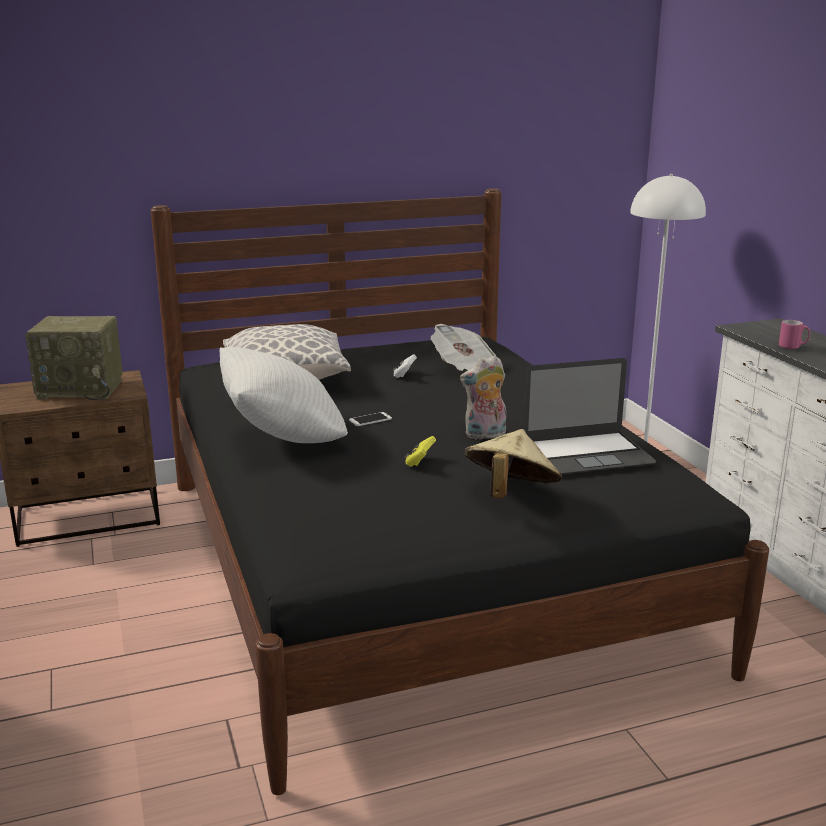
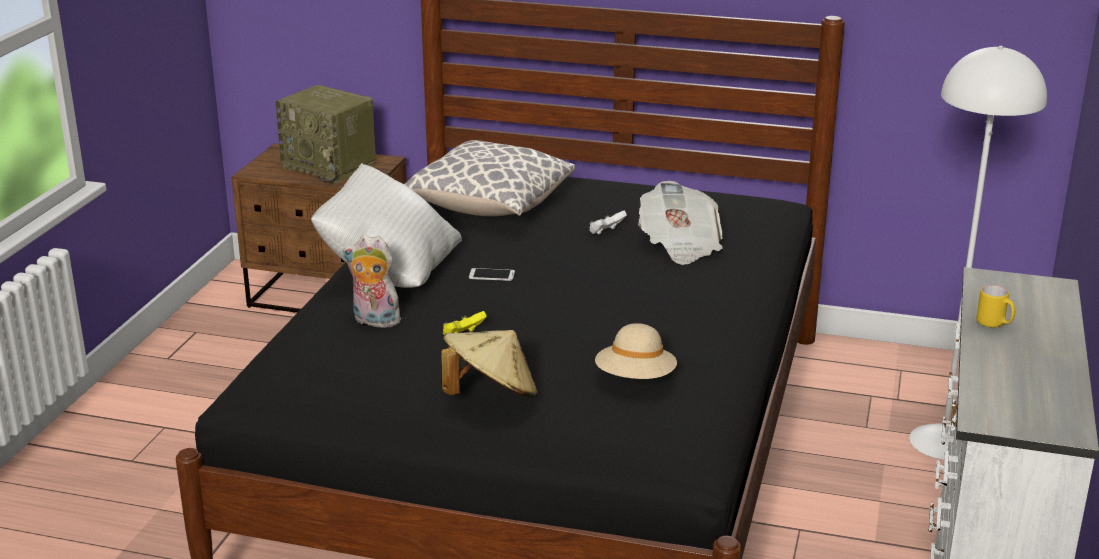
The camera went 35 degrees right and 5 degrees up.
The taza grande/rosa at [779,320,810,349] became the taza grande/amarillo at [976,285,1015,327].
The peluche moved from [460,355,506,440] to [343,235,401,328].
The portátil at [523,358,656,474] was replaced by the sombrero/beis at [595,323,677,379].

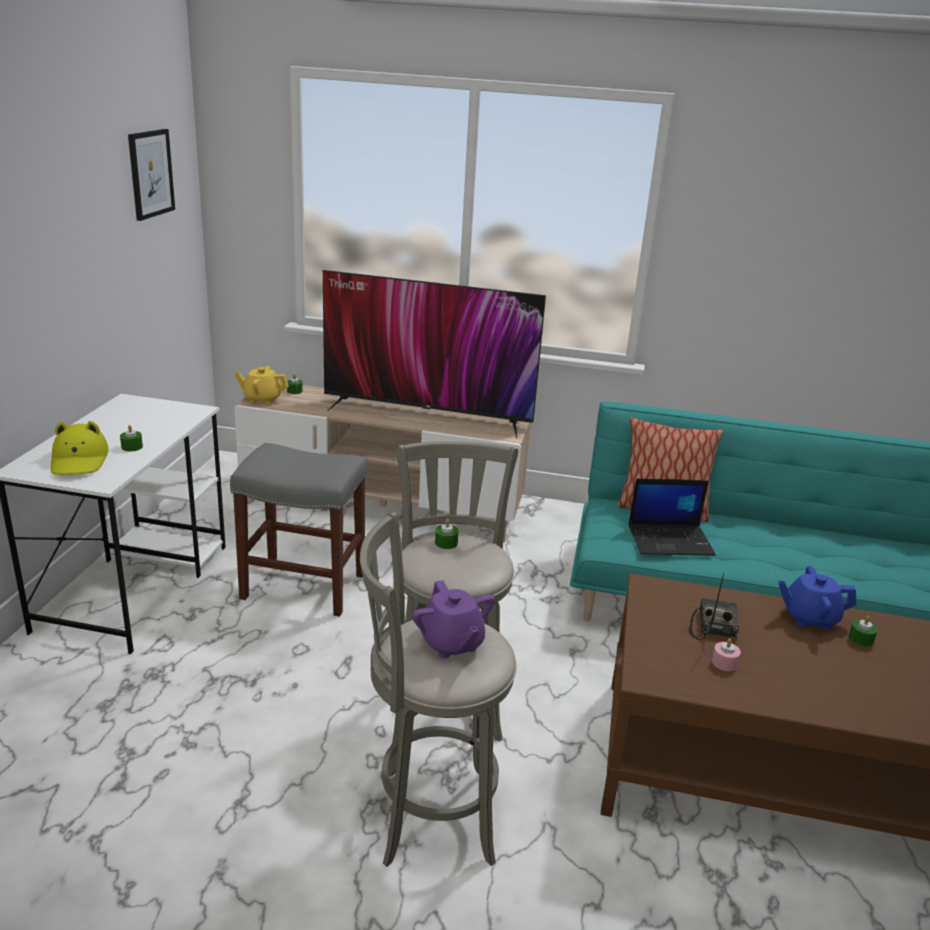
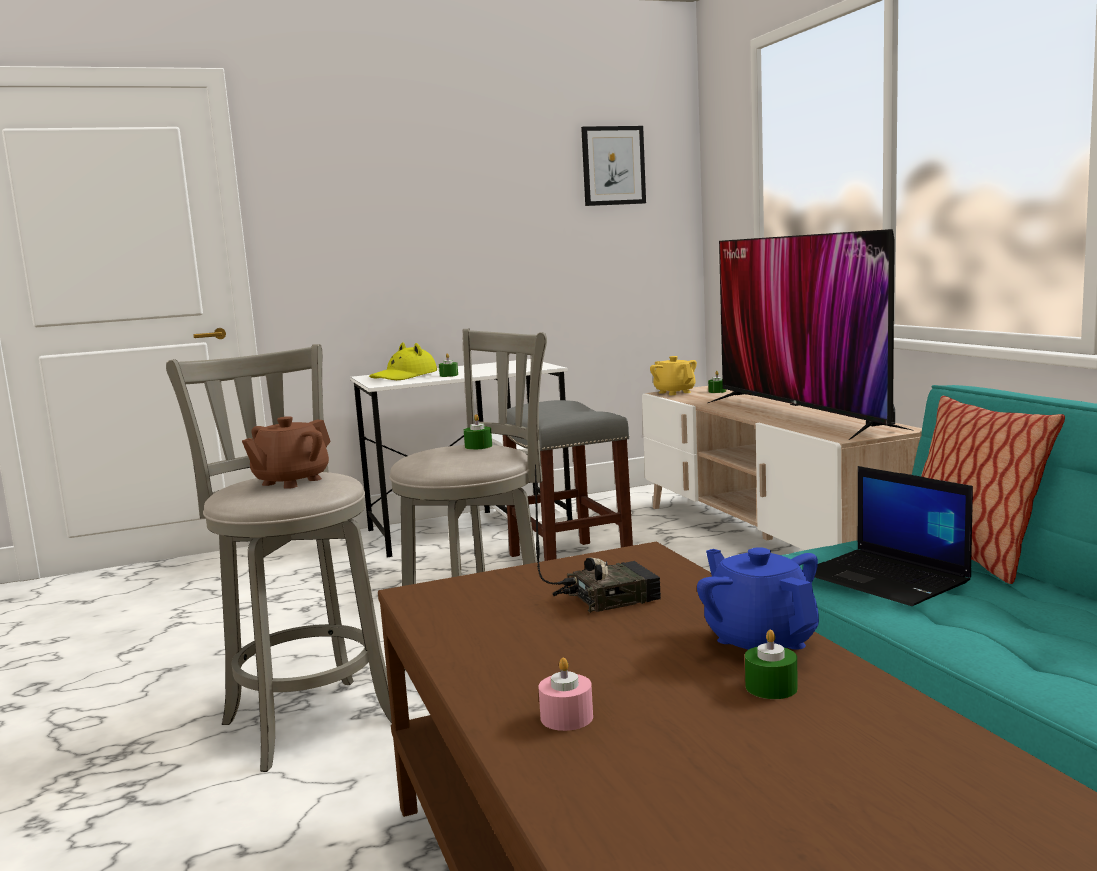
The camera went 60 degrees right and 15 degrees down.
The tetera/morado at [412,580,495,658] became the tetera/marrón at [242,416,331,489].
The vela/rosa moved from [712,638,741,671] to [538,658,593,731].

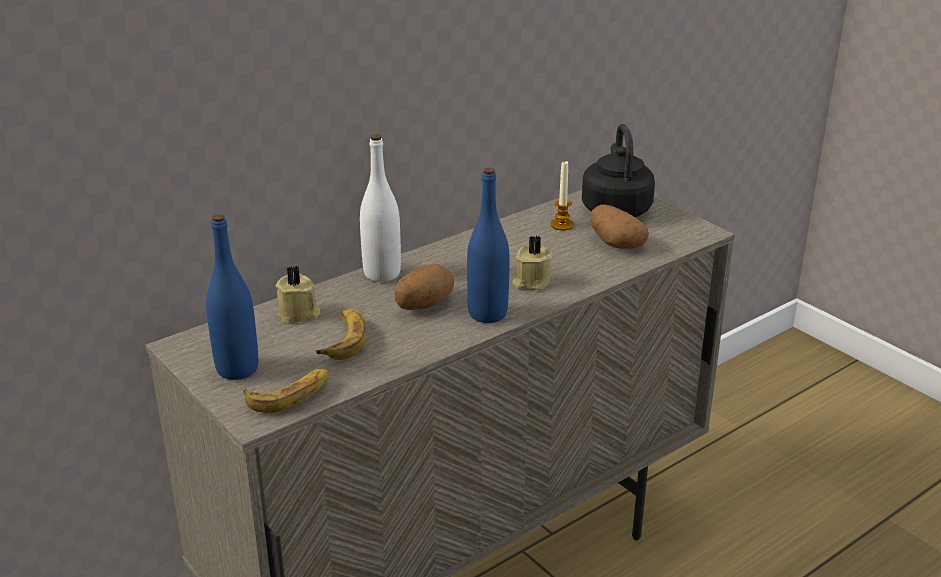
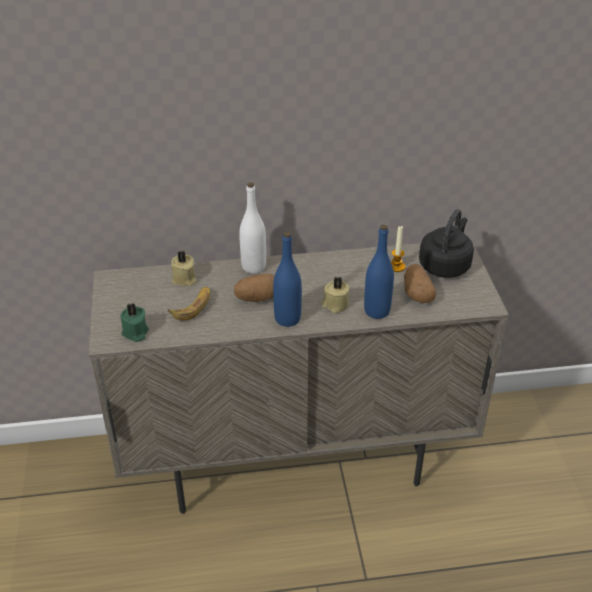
The camera went 30 degrees right and 10 degrees up.
The botella/azul moved from [206,214,258,380] to [364,225,394,319].
The plátano at [243,368,329,413] was replaced by the vela/verde at [120,303,149,342].

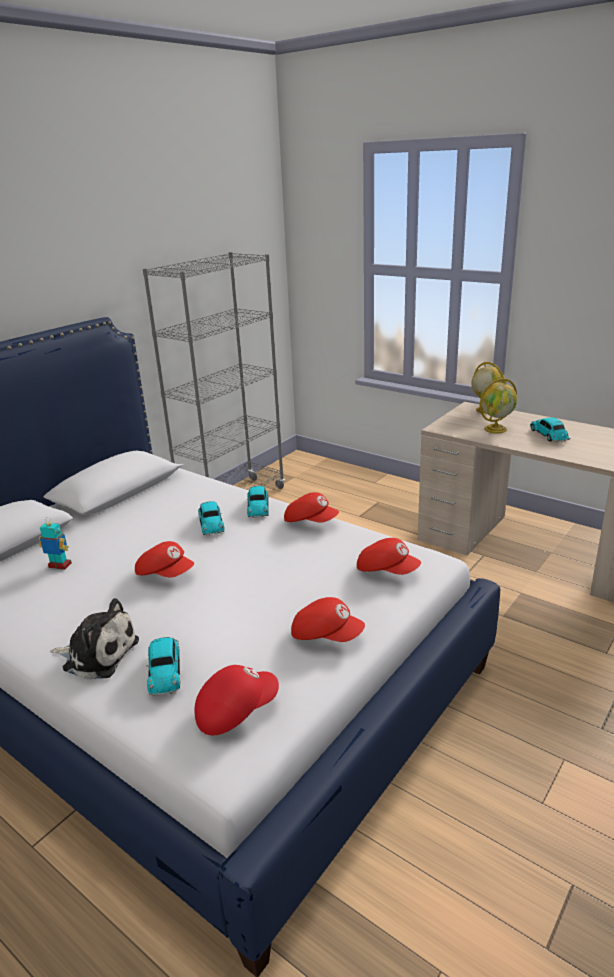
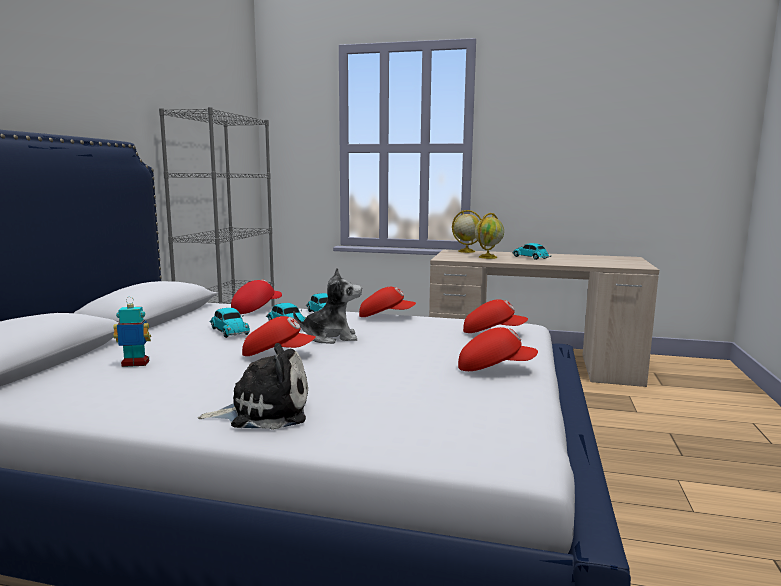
The camera went 25 degrees left and 15 degrees down.
The coche de juguete moved from [146,637,180,697] to [209,308,250,338].
The gorra/rojo moved from [195,665,279,735] to [231,279,282,314].
The peluche at [293,268,362,344] appeared.

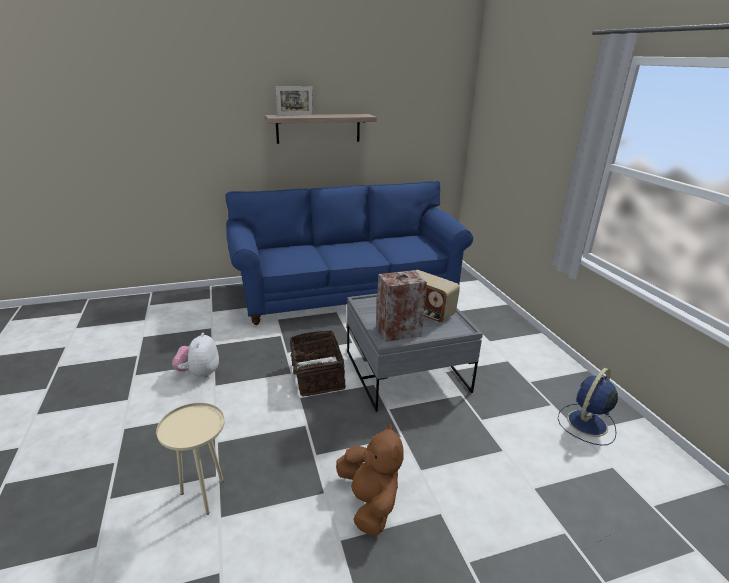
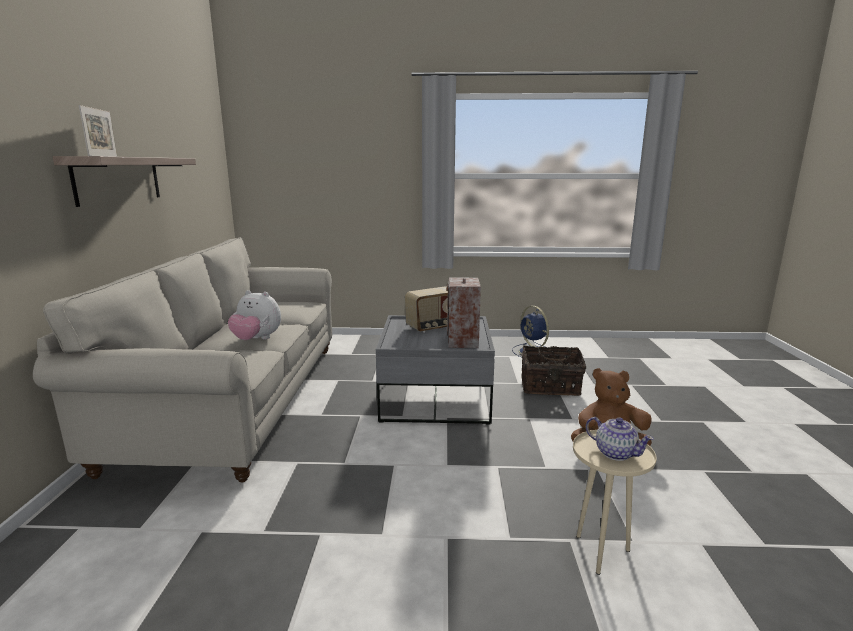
The camera went 70 degrees left and 10 degrees down.
The sofá/azul at [225,181,473,325] became the sofá/beis at [33,237,332,483].
The cesta moved from [282,331,346,396] to [521,345,586,396].
The peluche moved from [172,333,219,379] to [228,290,281,340].
The tetera at [586,417,654,461] appeared.

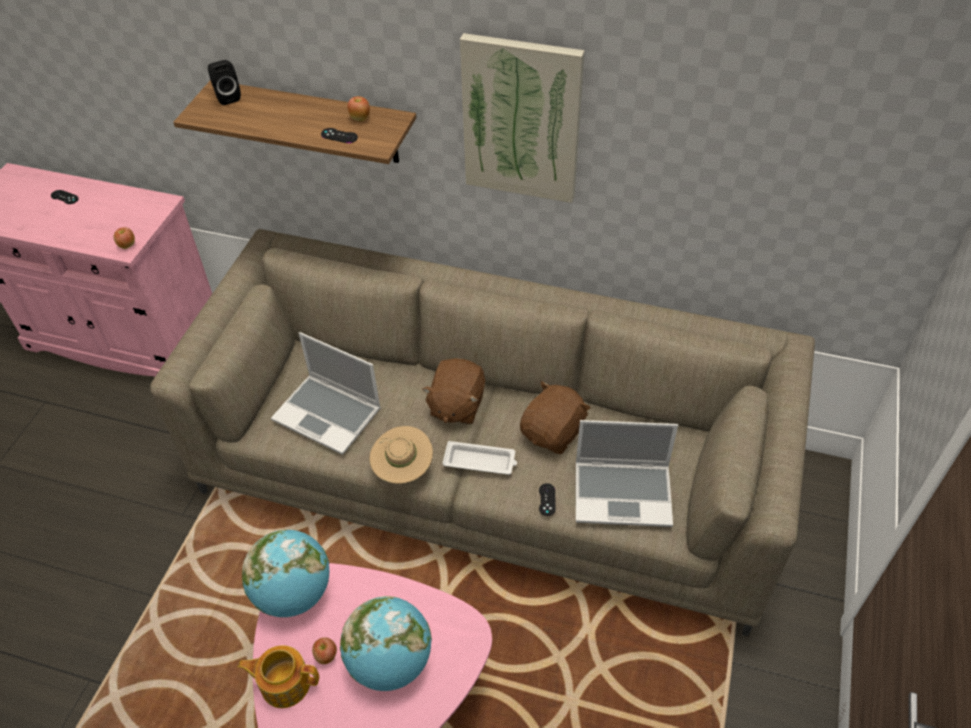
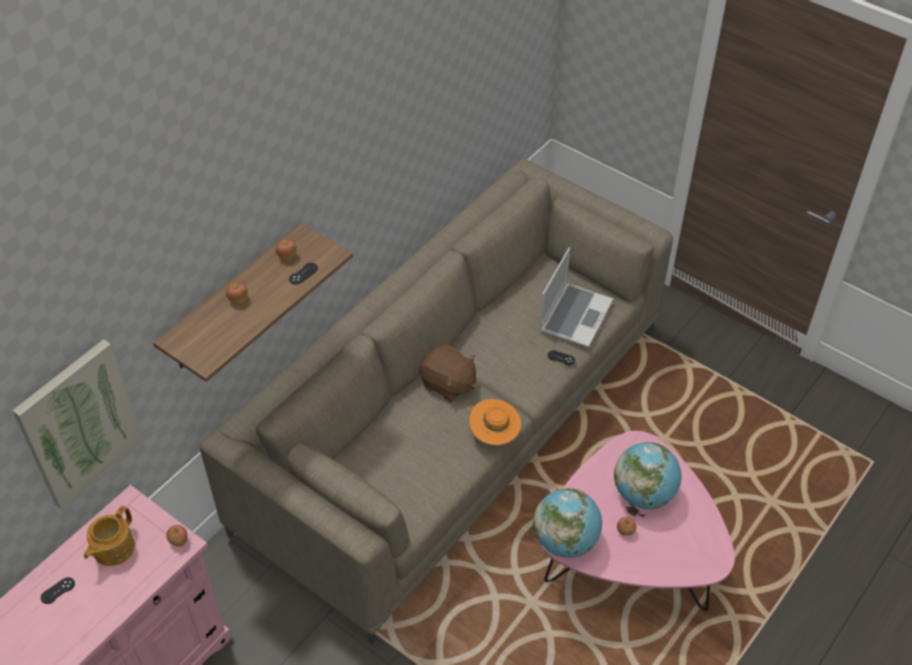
The camera went 70 degrees left and 0 degrees up.
The cuadro moved from [460,33,585,203] to [12,339,143,510].
The altavoz/negro at [208,60,241,105] disappeared.
The portátil at [271,332,381,455] disappeared.
The peluche/marrón at [520,381,591,454] disappeared.
The sombrero/beis at [369,426,433,484] became the sombrero/naranja at [469,399,521,445].
The bandeja/blanco at [443,441,517,475] disappeared.
The tetera moved from [238,645,319,708] to [84,505,135,566].
The manzana at [226,282,248,303] appeared.

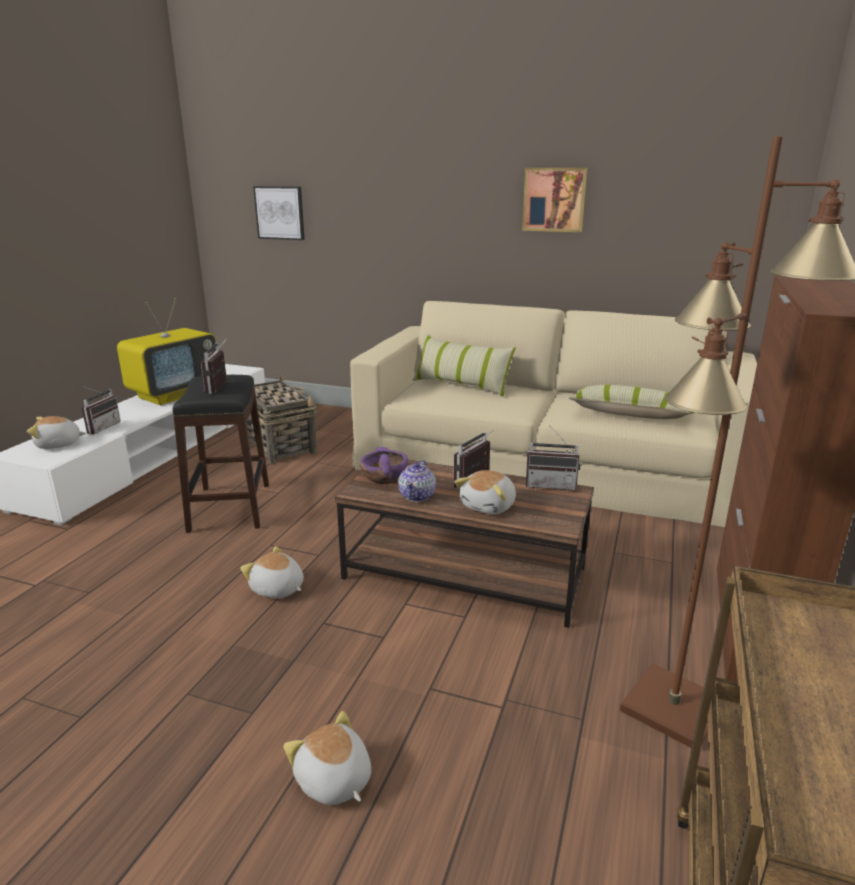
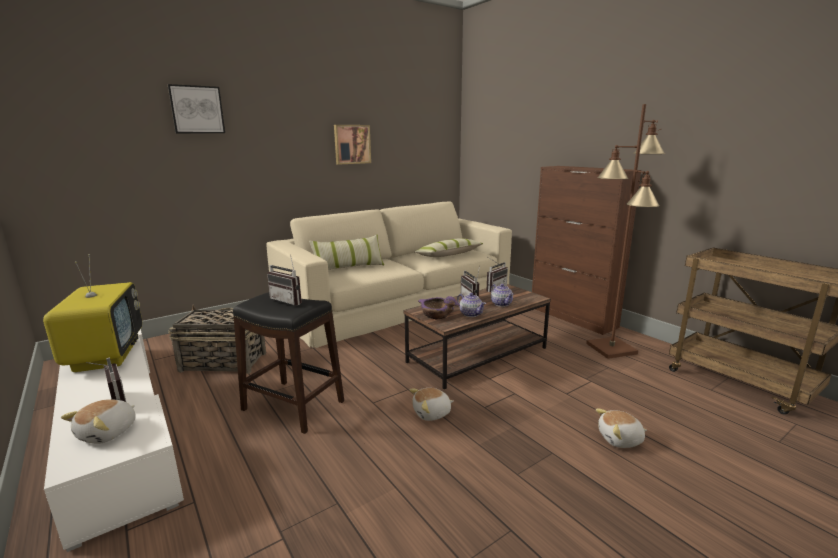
The camera went 55 degrees left and 5 degrees down.
The cuadro moved from [253,186,305,240] to [168,84,225,133].
The peluche at [454,470,516,514] was replaced by the tetera at [491,284,514,307].

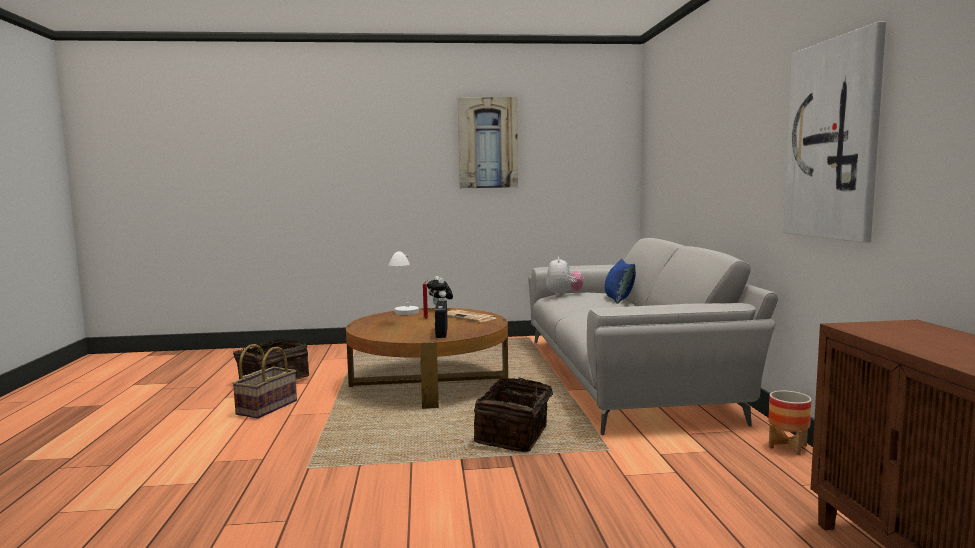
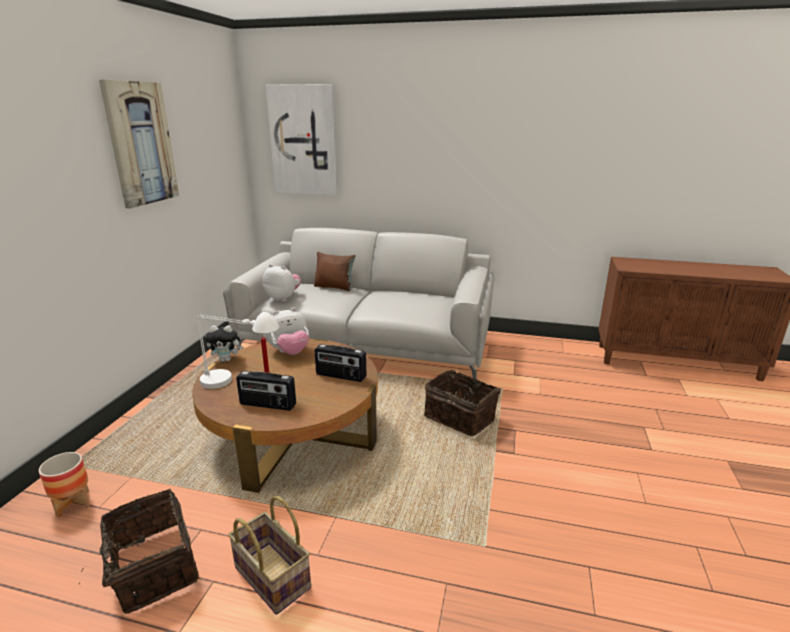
The camera went 70 degrees left and 15 degrees up.
The cuadro moved from [783,22,886,243] to [266,84,337,195].
The cojín/azul at [605,258,636,304] became the cojín/marrón at [314,252,356,291].
The periódico at [447,310,496,322] was replaced by the peluche at [265,308,309,355].
The maceta moved from [768,391,812,455] to [39,452,90,518].
The radio at [236,371,296,411] appeared.

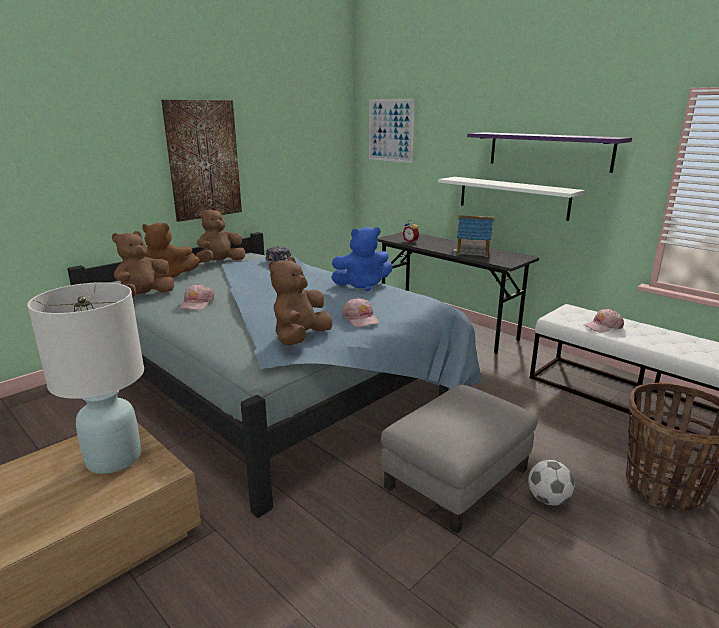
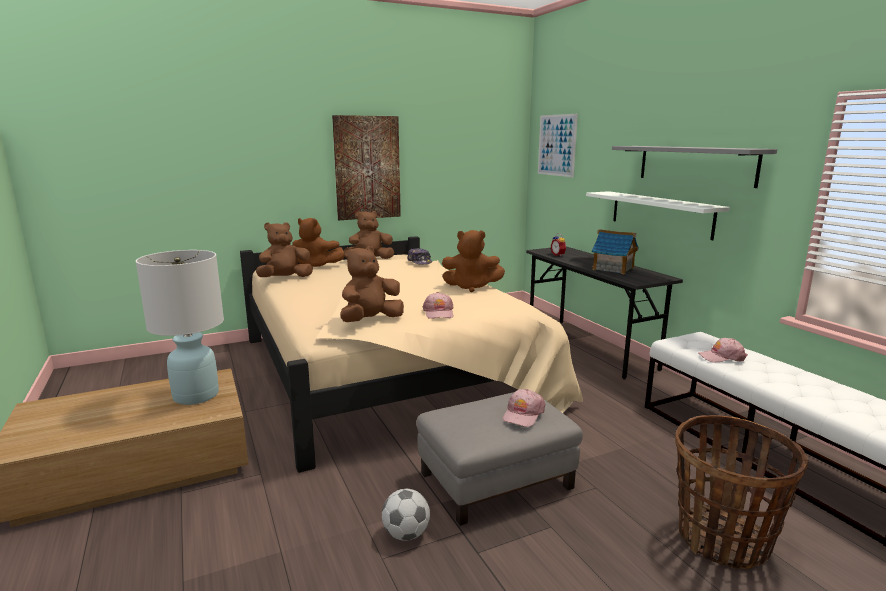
The camera went 20 degrees right and 5 degrees down.
The estante/morado at [467,132,632,173] became the estante/gris at [612,146,777,188].
The peluche/azul at [331,227,393,291] became the peluche/marrón at [442,230,505,292].
The cama/azul at [67,232,481,518] became the cama/beis at [240,236,583,473].
The gorra/rosa moved from [180,284,214,310] to [502,389,545,427].
The balón de fútbol moved from [528,460,574,505] to [382,489,430,541].

